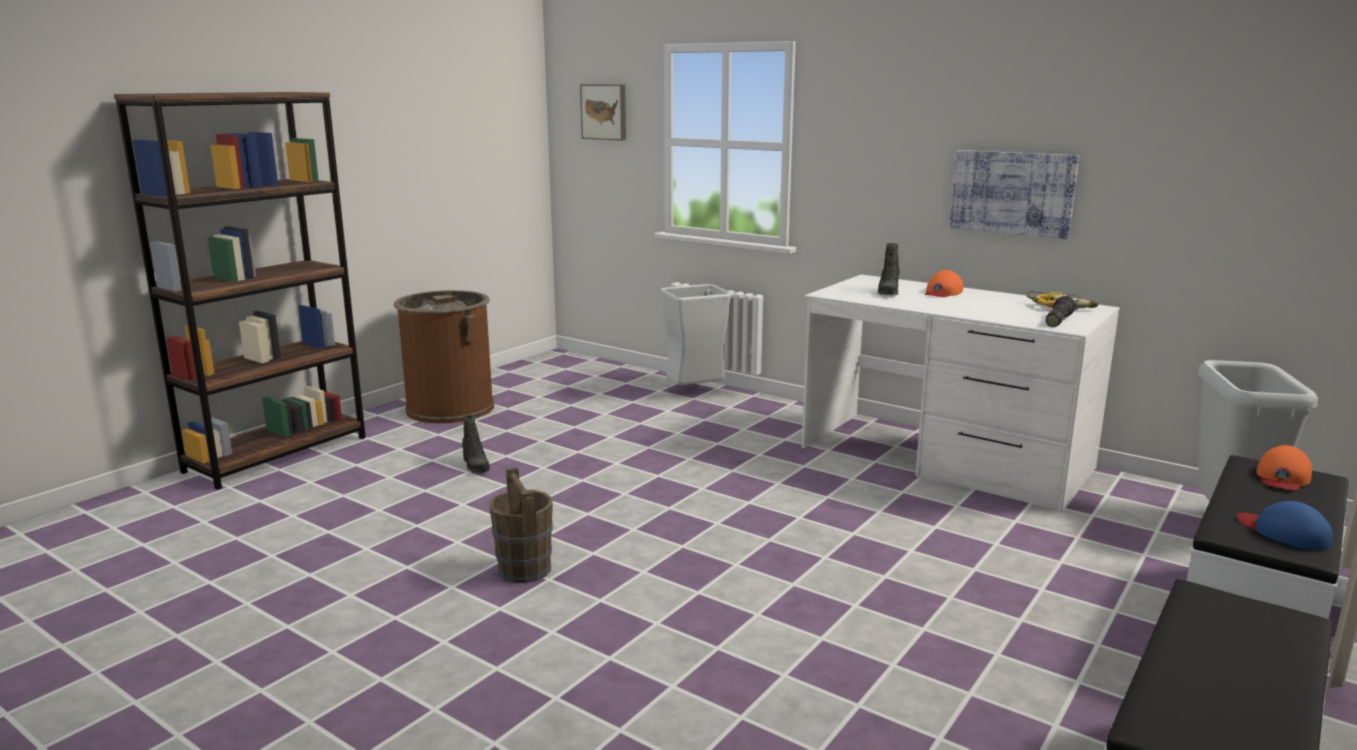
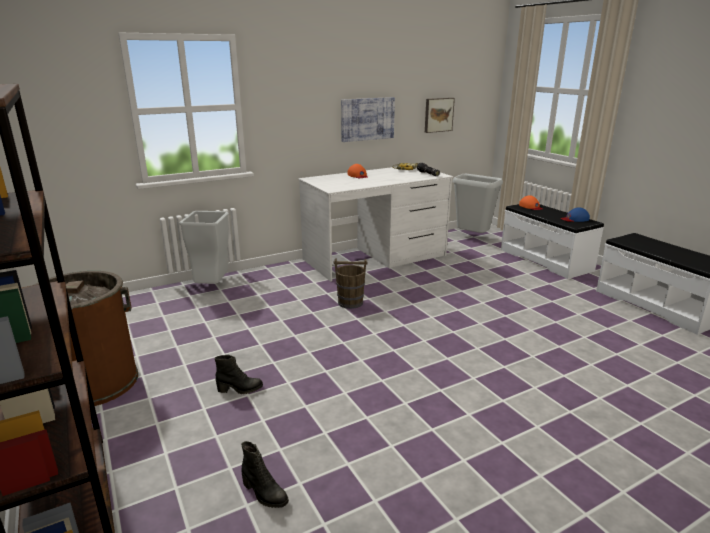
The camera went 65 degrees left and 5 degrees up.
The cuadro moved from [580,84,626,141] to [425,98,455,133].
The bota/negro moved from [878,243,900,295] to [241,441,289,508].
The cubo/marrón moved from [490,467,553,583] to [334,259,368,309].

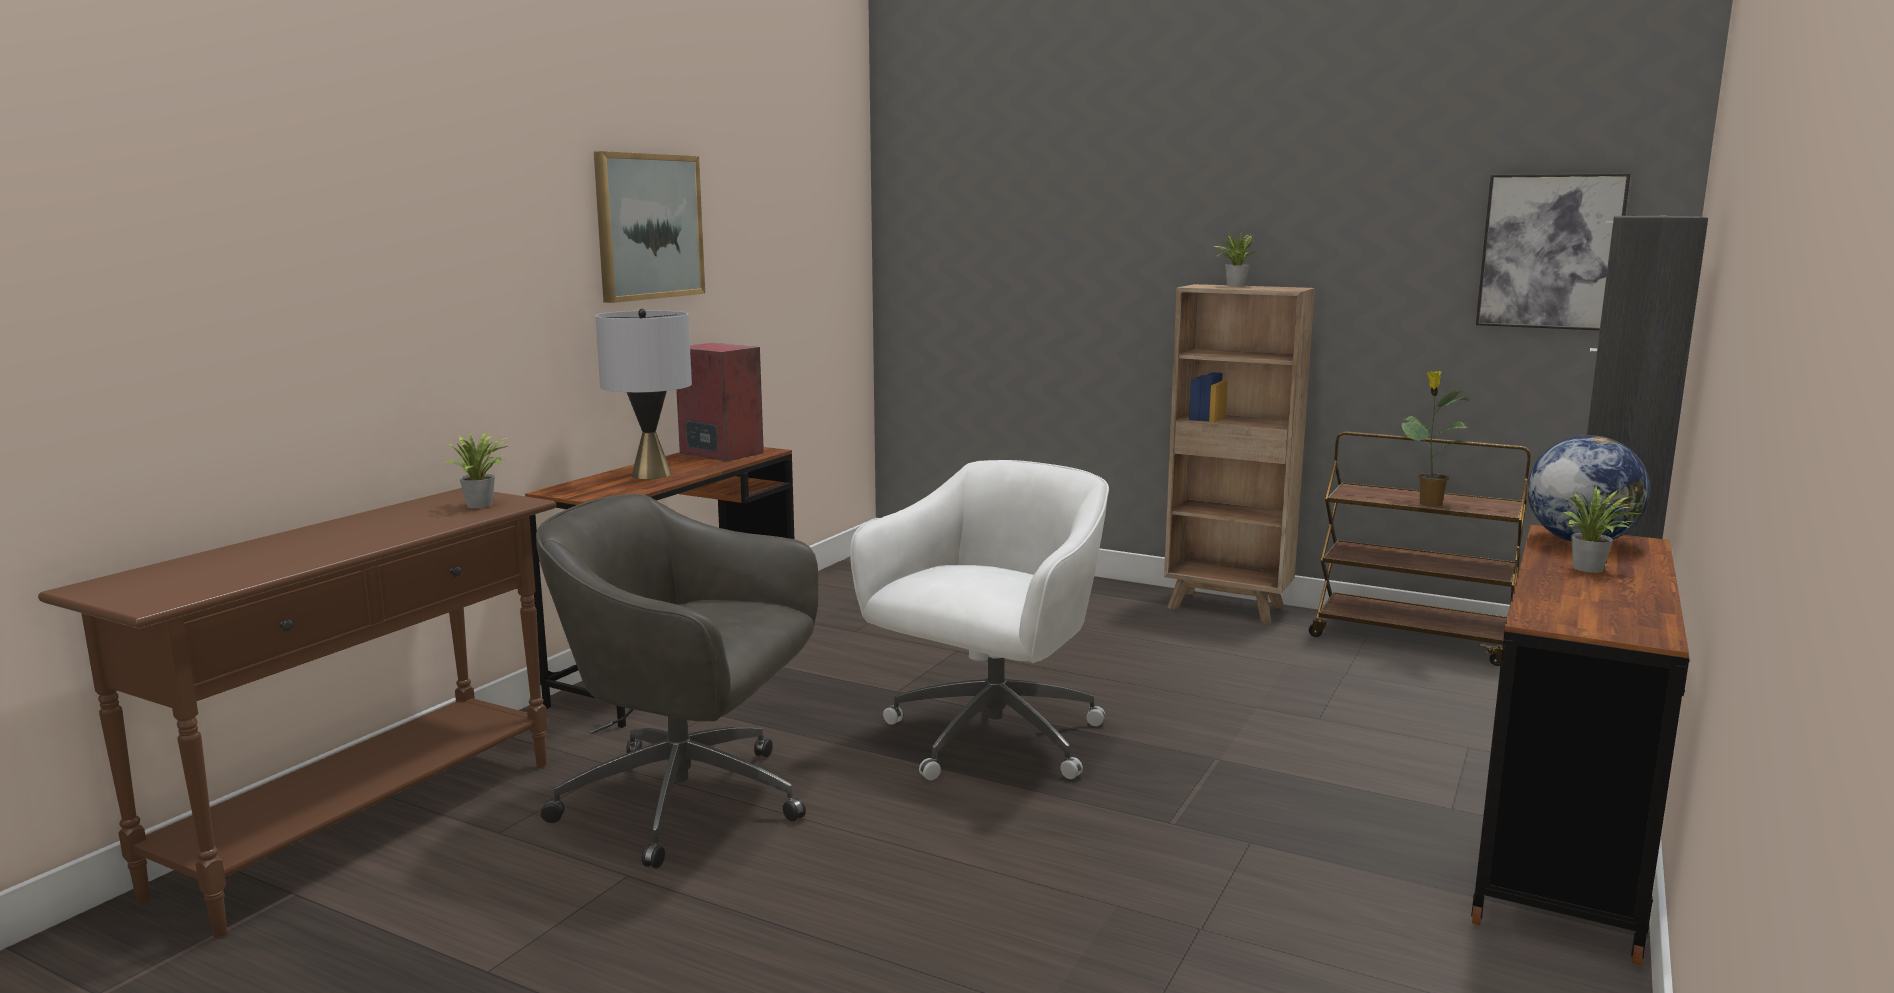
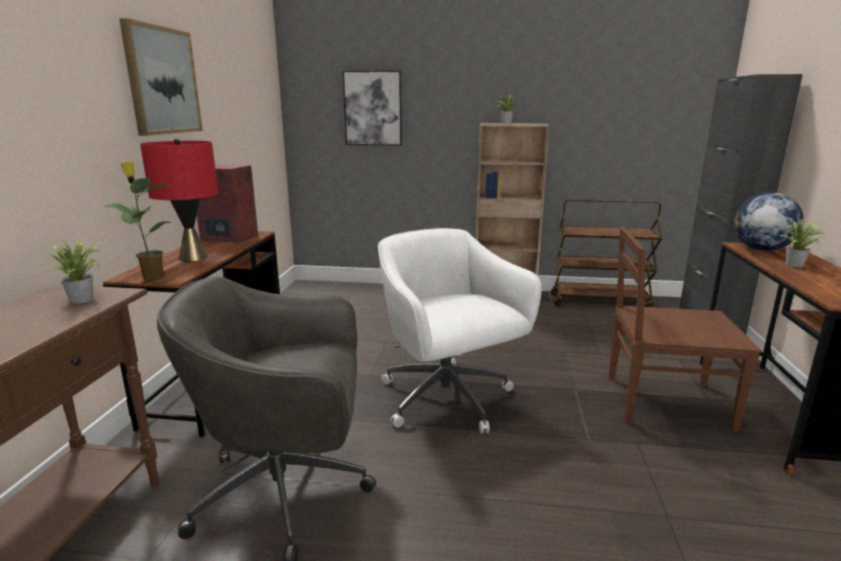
The camera went 20 degrees left and 5 degrees up.
The cuadro moved from [1476,173,1631,330] to [343,70,402,146].
The lámpara de mesa/gris at [595,309,692,479] became the lámpara de mesa/rojo at [140,138,218,262].
The planta en maceta moved from [1402,371,1471,507] to [103,161,173,280].
The silla de oficina/blanco at [850,460,1109,780] turned 45 degrees counterclockwise.
The silla/marrón at [609,227,762,432] appeared.

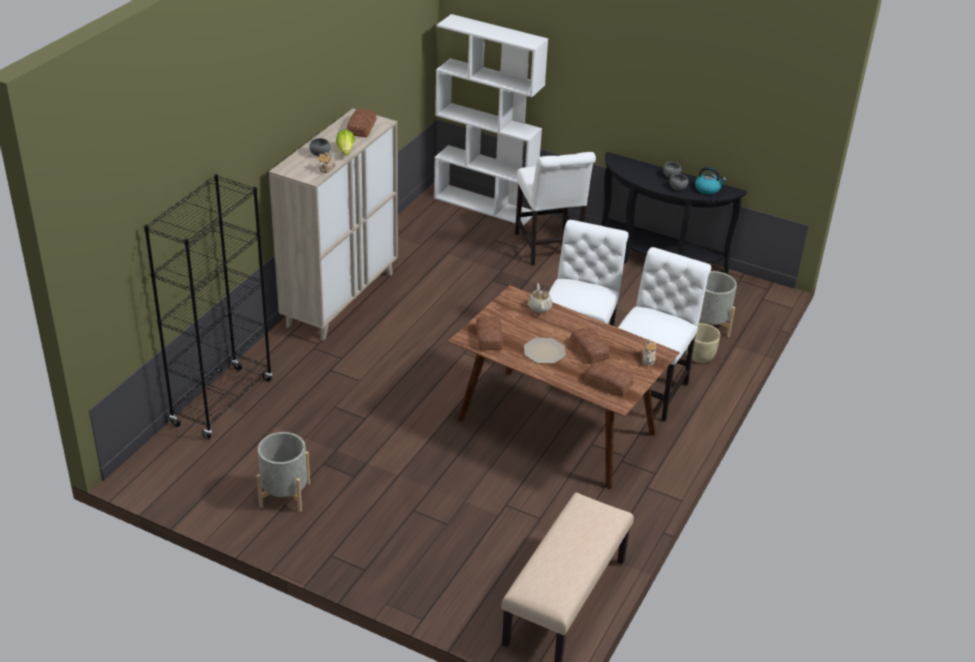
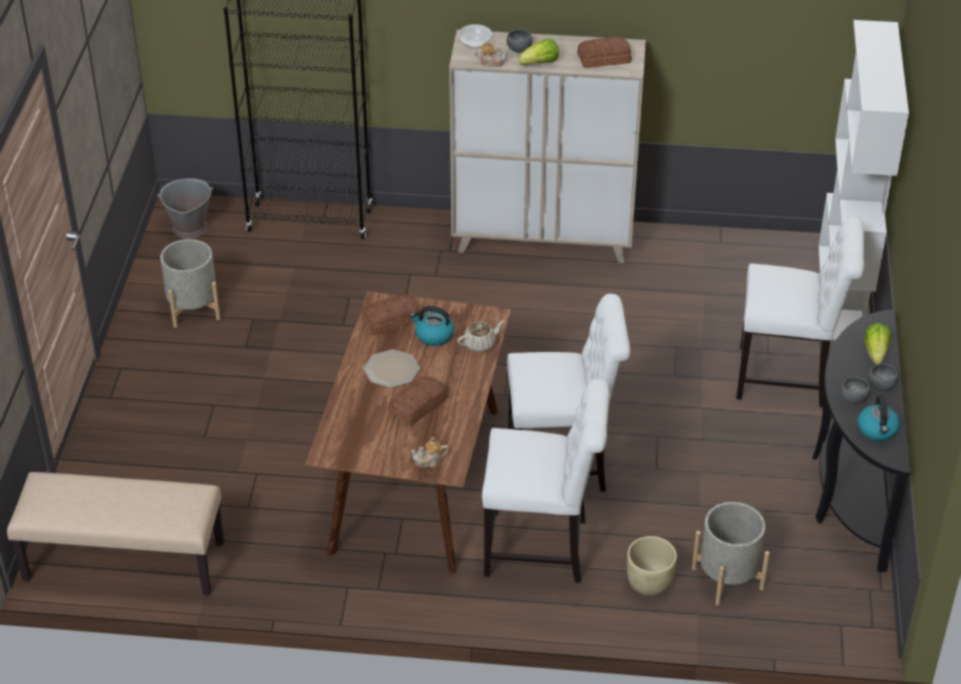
The camera went 70 degrees right and 5 degrees up.
The silla/blanco at [515,152,596,265] turned 135 degrees counterclockwise.
The pan at [585,362,634,396] disappeared.
The cuenco at [458,24,492,49] appeared.
The cubo/gris at [157,178,213,238] appeared.
The hervidor at [410,306,454,346] appeared.
The lechuga at [864,323,892,364] appeared.

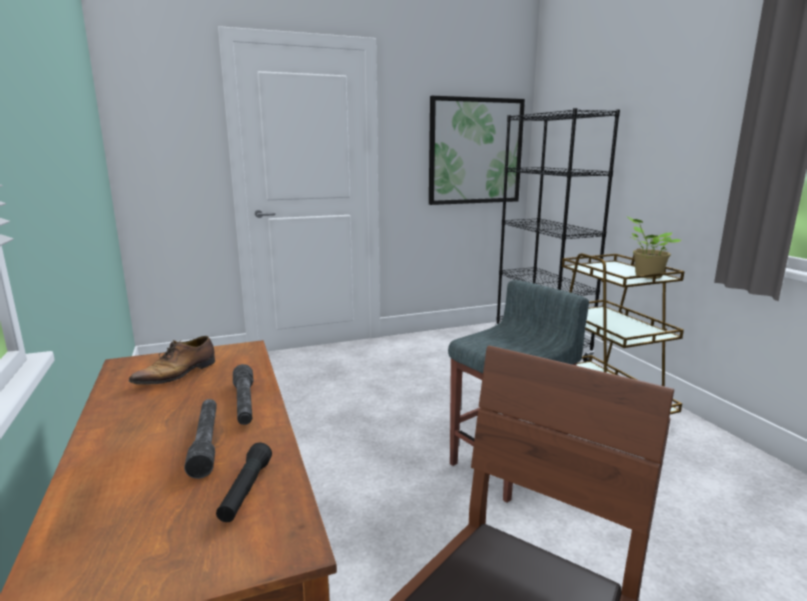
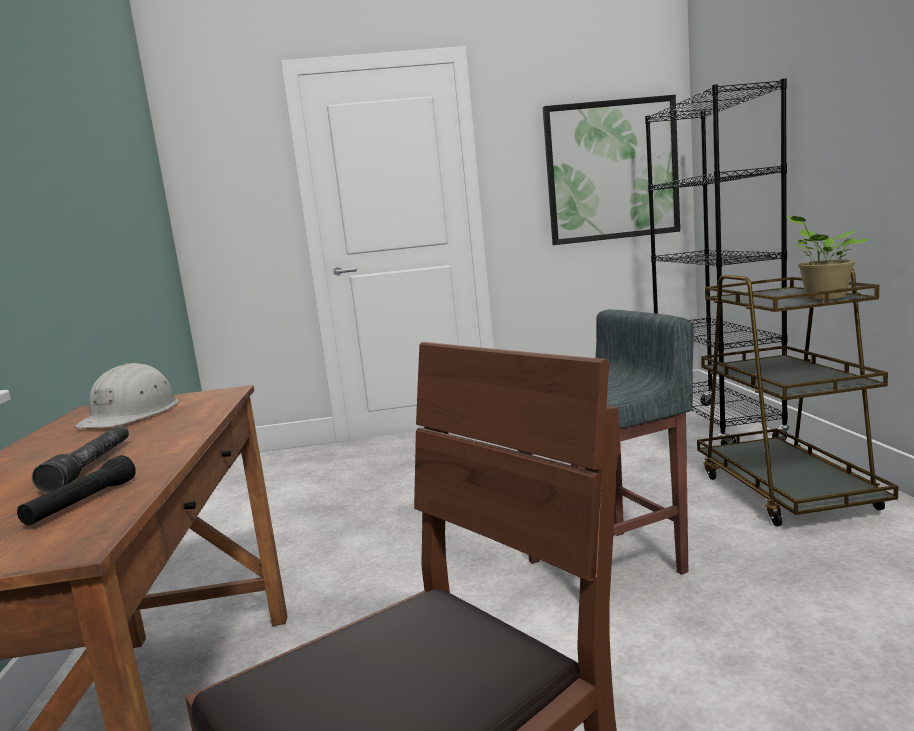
The camera went 15 degrees right and 5 degrees down.
The zapato at [129,336,215,385] was replaced by the casco/blanco at [75,363,179,429].
The linterna/gris at [233,364,254,425] disappeared.

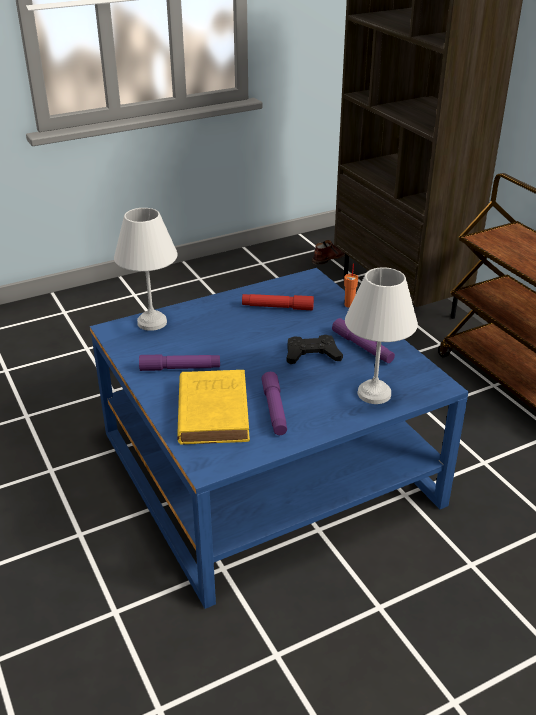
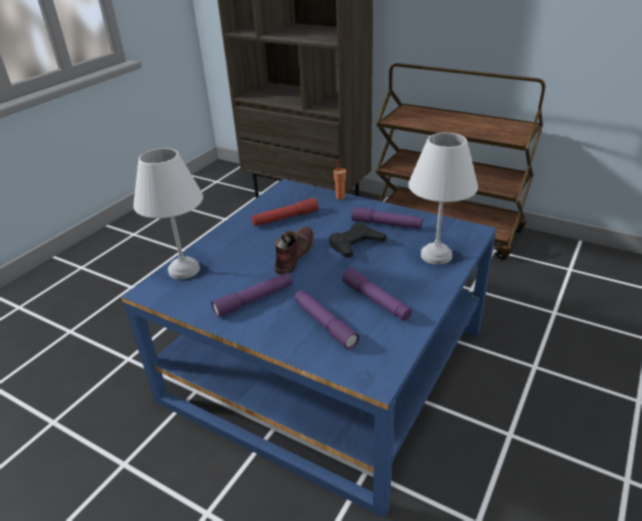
The camera went 30 degrees left and 0 degrees up.
The zapato/marrón moved from [312,240,345,265] to [274,226,314,275].
The libro/amarillo at [177,370,250,445] was replaced by the linterna/morado at [294,290,359,350].

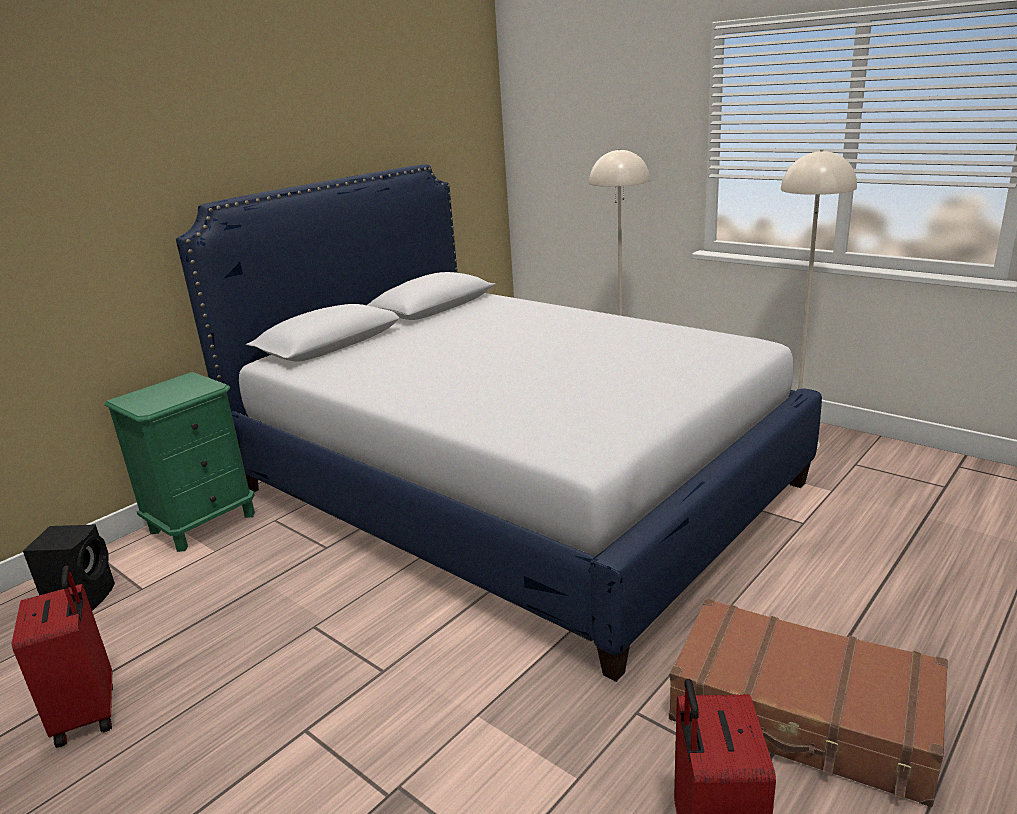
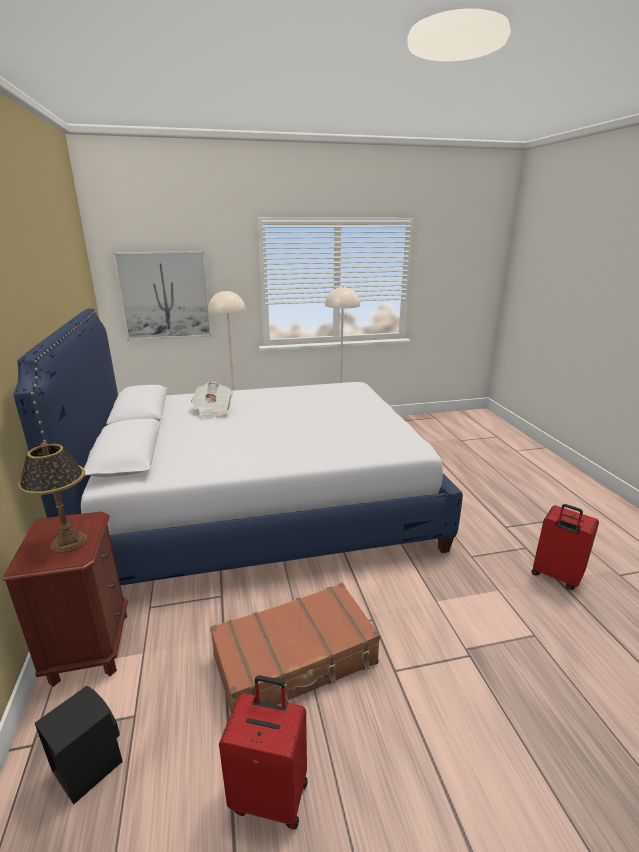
The camera went 55 degrees left and 0 degrees up.
The mesita de noche/verde at [105,372,255,552] became the mesita de noche/marrón at [3,511,128,687].
The maleta/marrón moved from [669,598,948,807] to [210,583,380,712].
The cuadro at [113,251,212,341] appeared.
The periódico at [191,382,233,420] appeared.
The lámpara de mesa at [18,442,87,553] appeared.

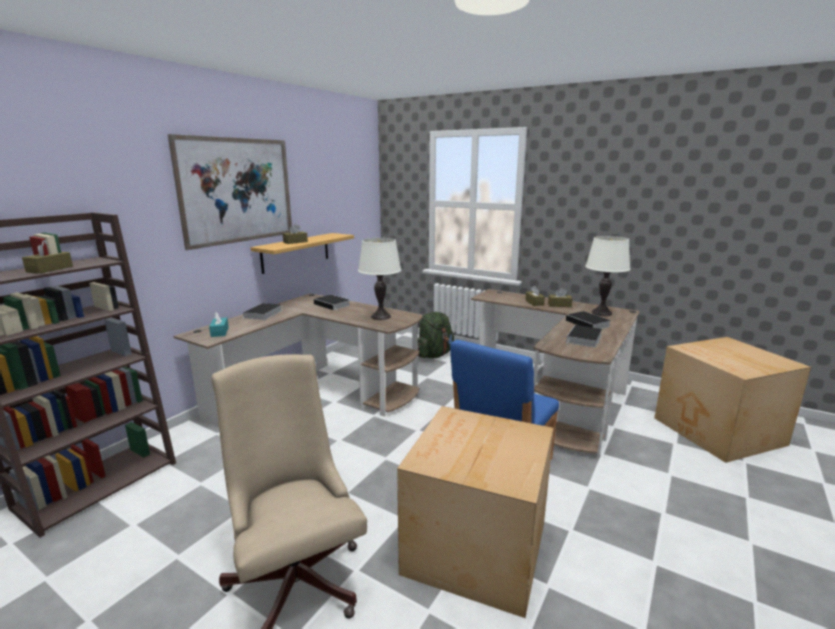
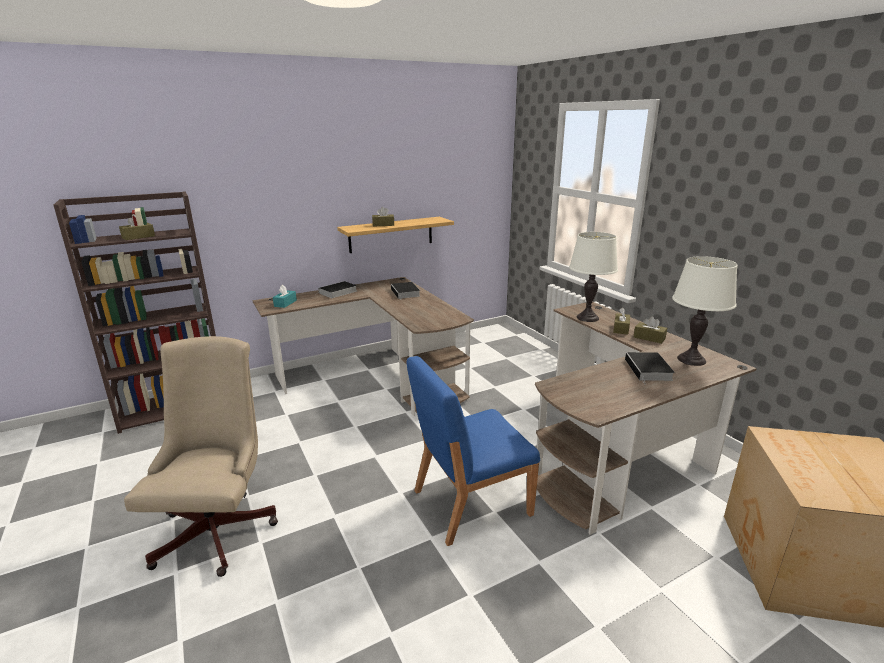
The camera went 30 degrees right and 5 degrees up.
The cuadro at [168,134,292,250] disappeared.
The lámpara de mesa/blanco moved from [358,238,401,320] to [569,232,618,322].
The mochila/verde at [418,312,454,358] disappeared.
The libro at [566,325,602,348] disappeared.
The caja de cartón at [397,406,554,618] disappeared.

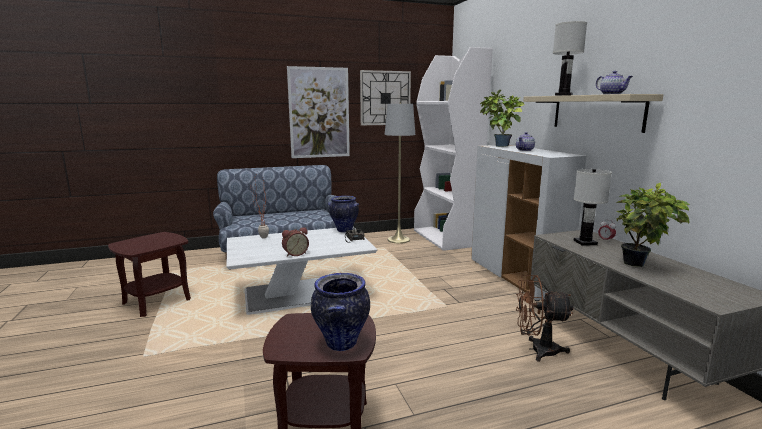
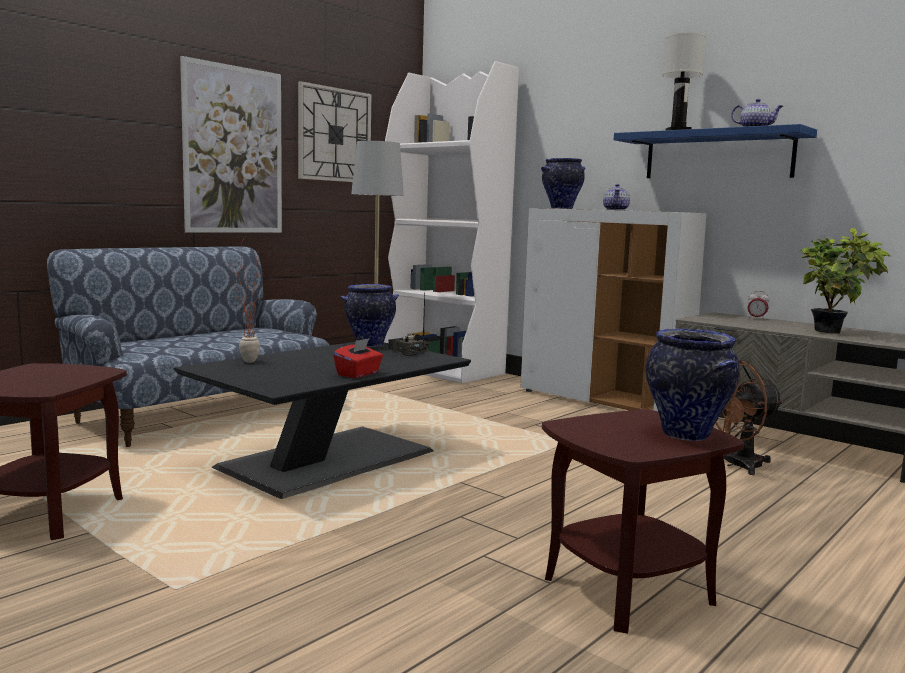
The camera went 30 degrees left and 5 degrees down.
The planta en maceta at [480,90,524,147] was replaced by the florero at [541,158,585,209].
The estante/beis at [523,94,664,133] became the estante/azul at [614,124,817,178].
The lámpara de mesa/blanco at [573,169,612,246] disappeared.
The mesa de centro/blanco at [227,226,377,315] became the mesa de centro/negro at [174,342,471,499].
The despertador at [282,227,309,257] was replaced by the caja de pañuelos/rojo at [333,338,383,378].

